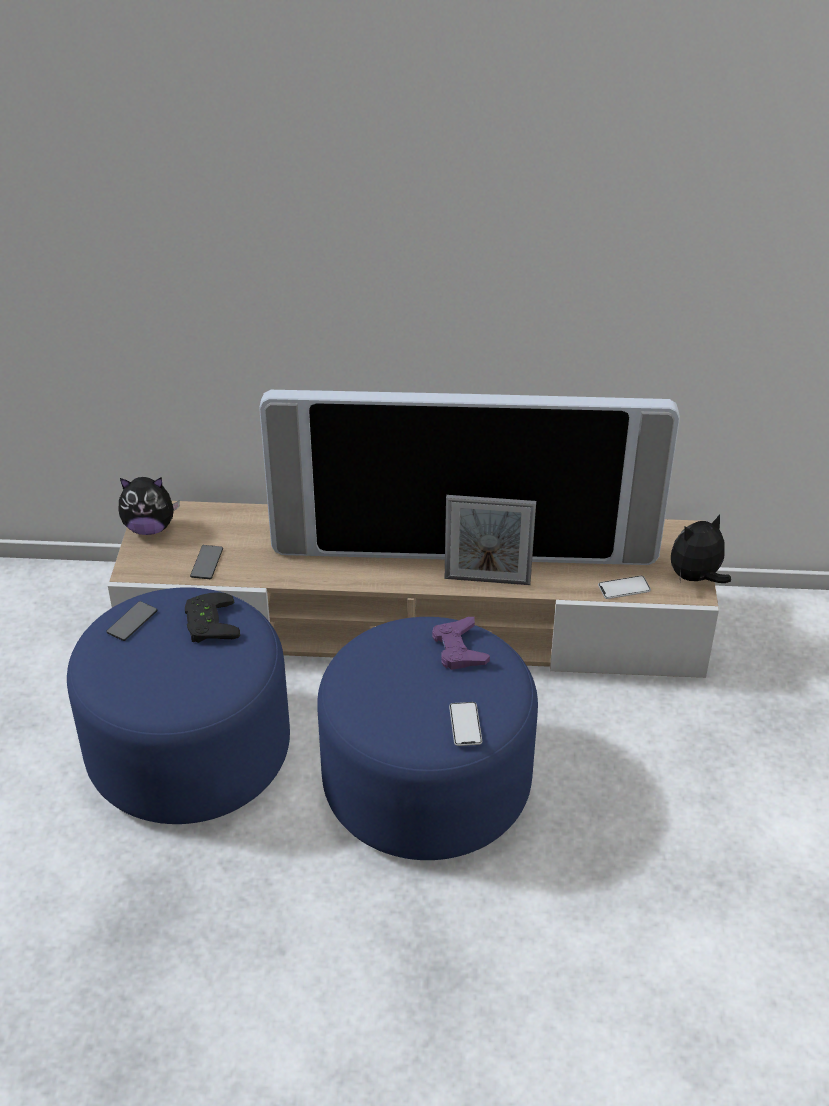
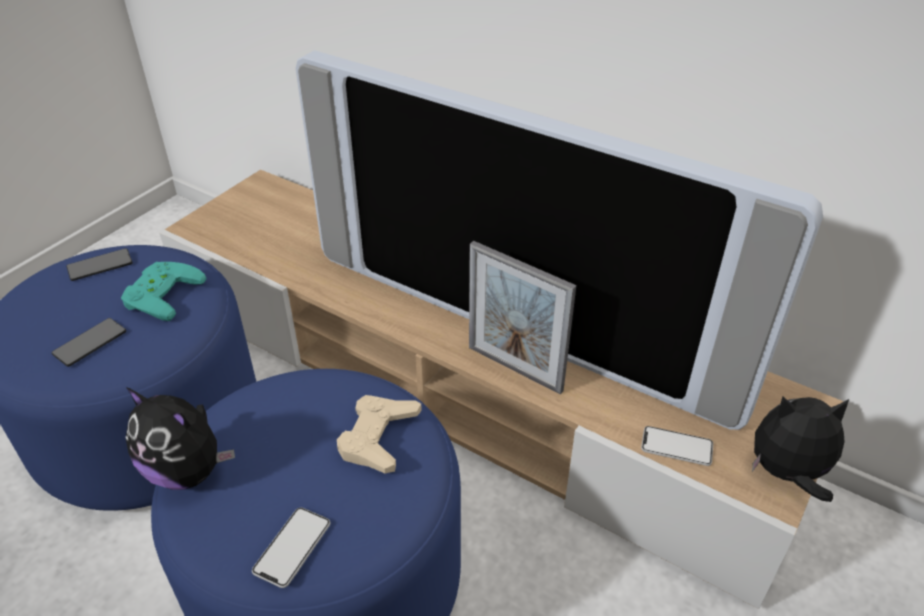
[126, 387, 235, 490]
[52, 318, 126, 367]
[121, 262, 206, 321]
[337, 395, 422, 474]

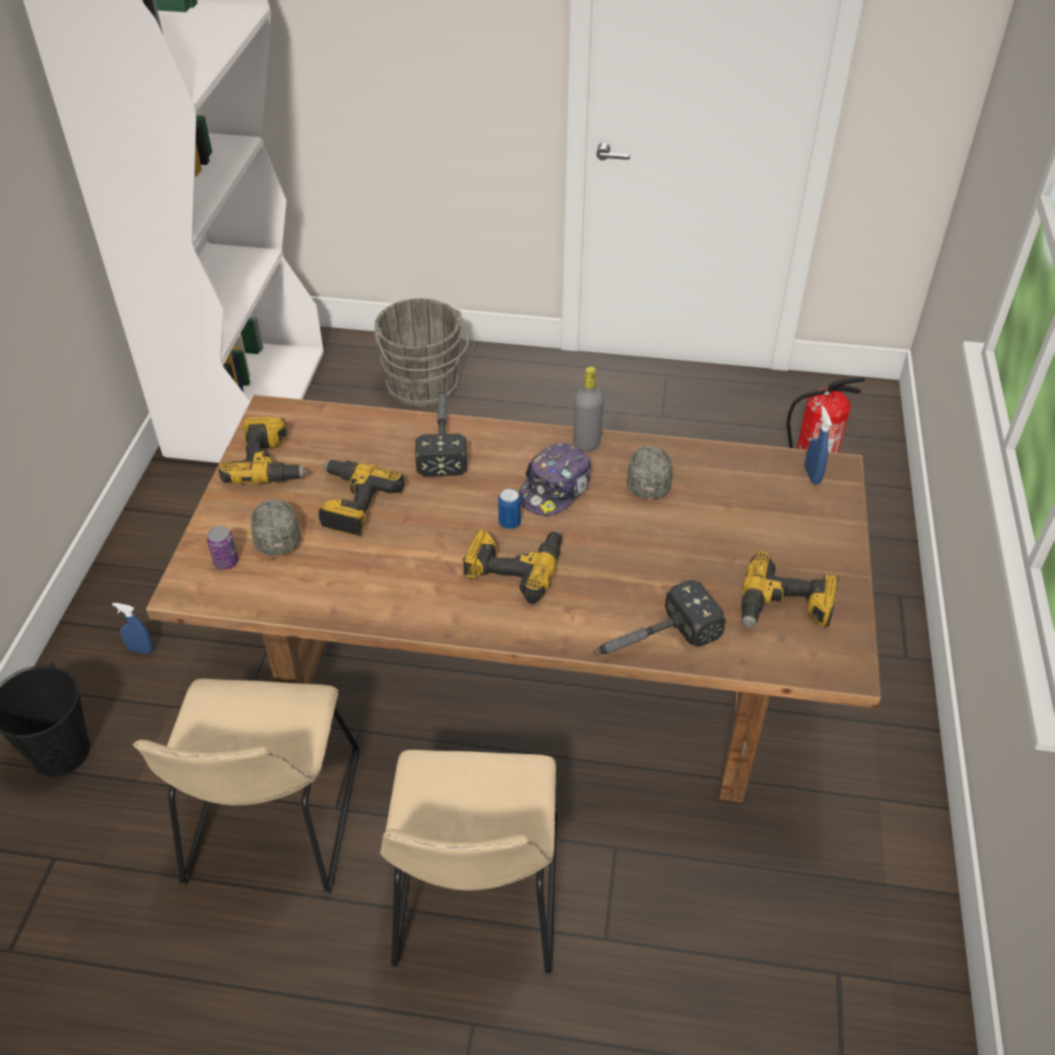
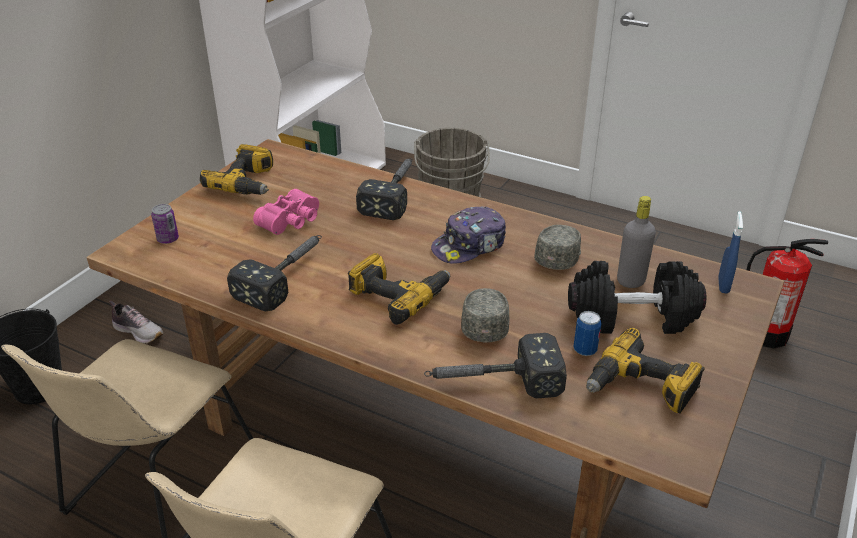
[617, 196, 656, 288]
[253, 189, 319, 235]
[573, 311, 602, 356]
[461, 288, 510, 342]
[109, 301, 163, 344]
[227, 235, 322, 312]
[568, 261, 707, 334]

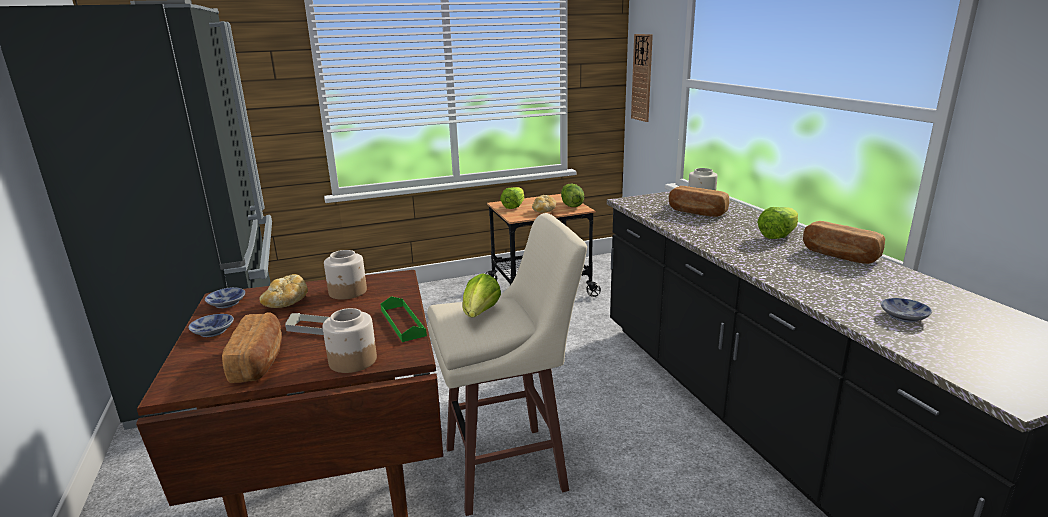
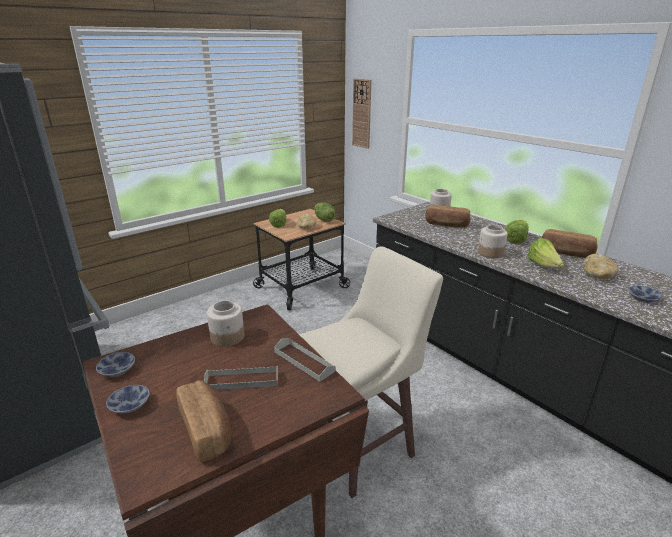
[528, 238, 565, 268]
[583, 254, 619, 279]
[274, 338, 335, 382]
[478, 225, 508, 258]

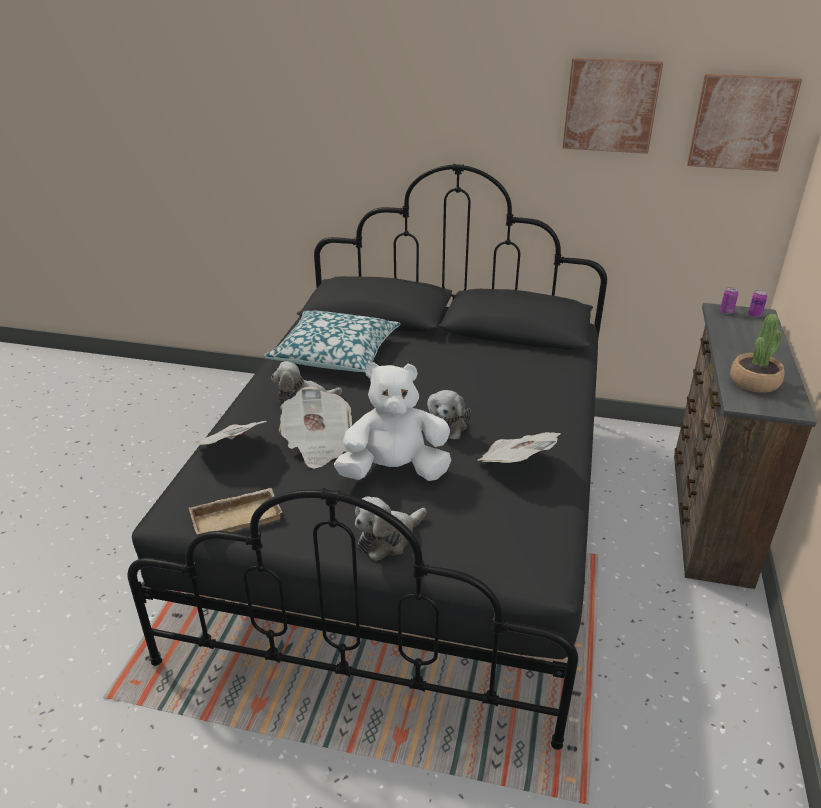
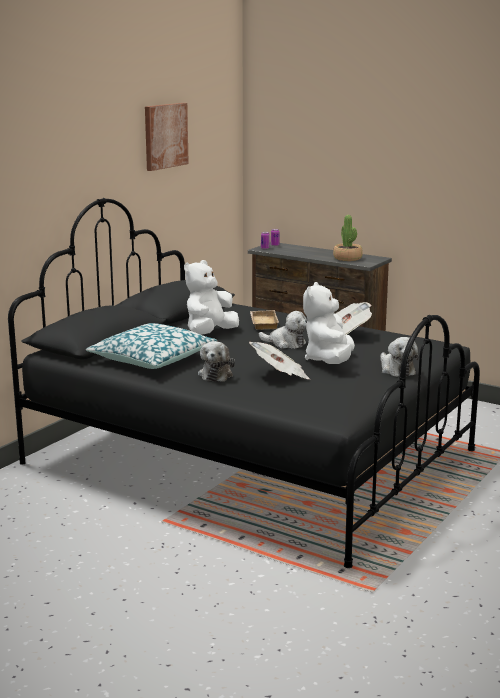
[687, 74, 802, 172] (first image)
[195, 421, 266, 445] (first image)
[250, 310, 279, 330]
[184, 260, 239, 335]

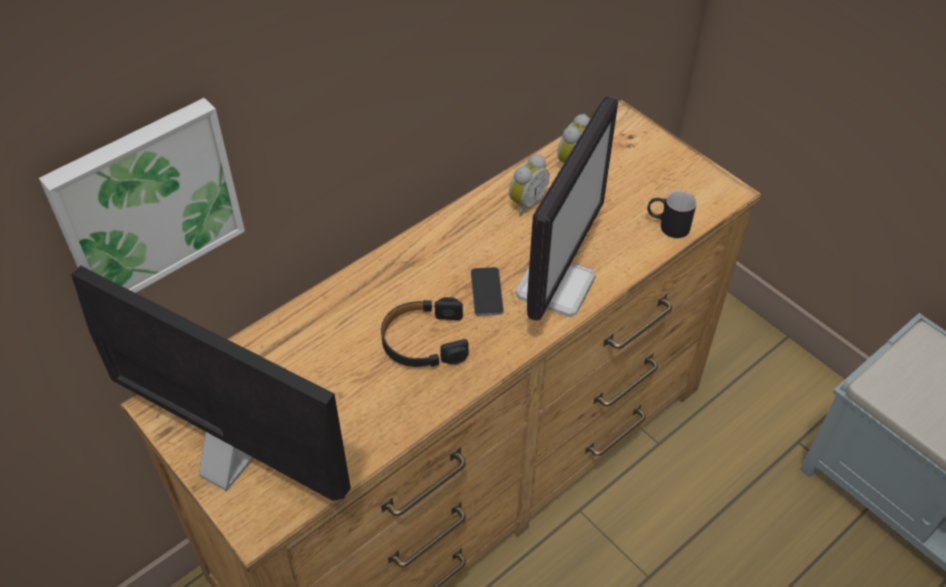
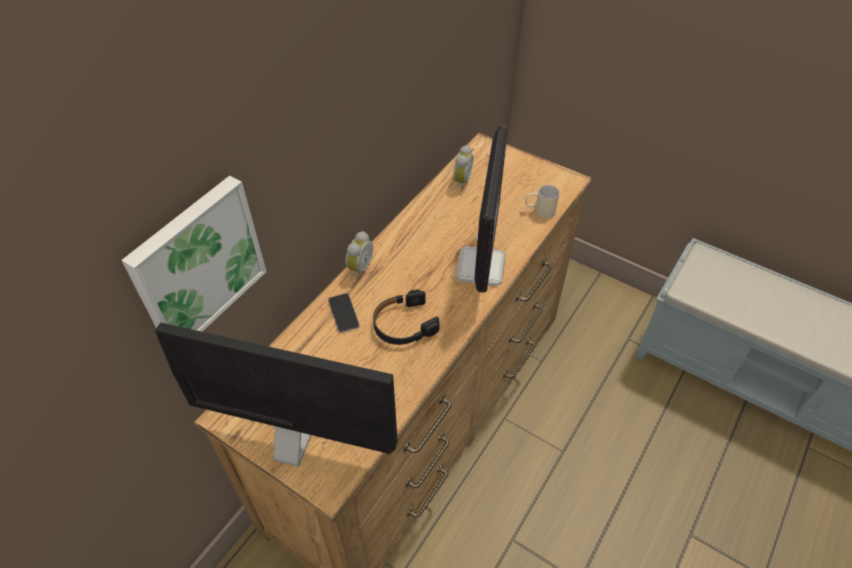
[345, 231, 373, 279]
[525, 185, 560, 218]
[328, 293, 359, 332]

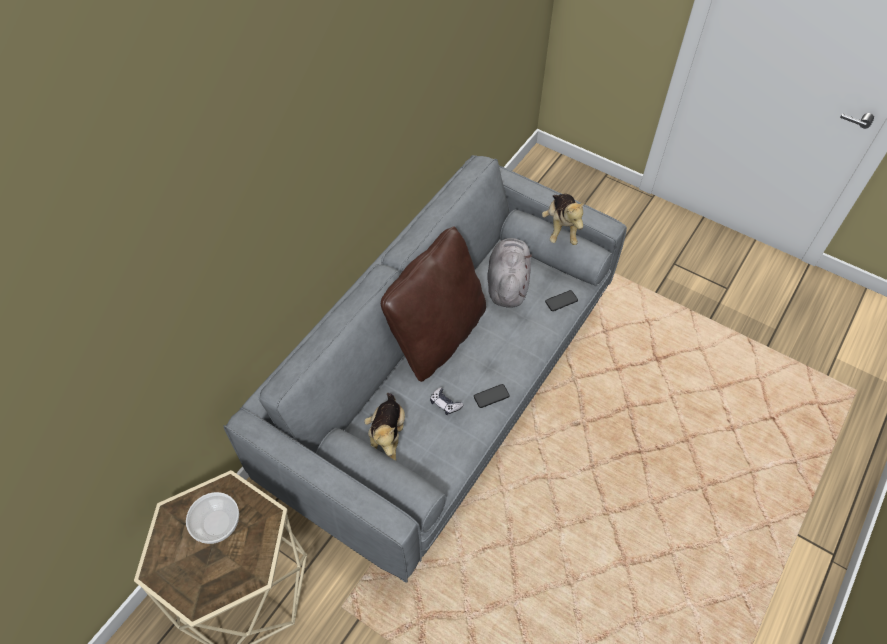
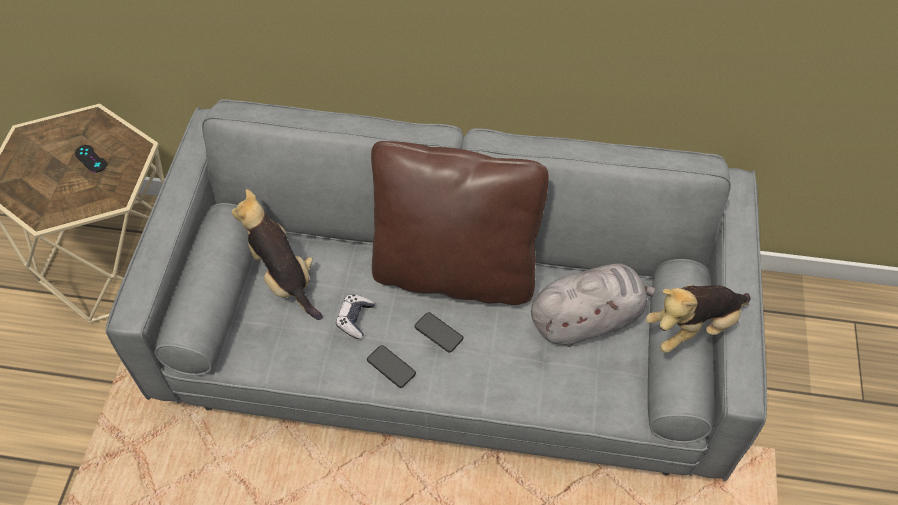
[415, 312, 464, 353]
[232, 189, 323, 320]
[75, 145, 107, 173]

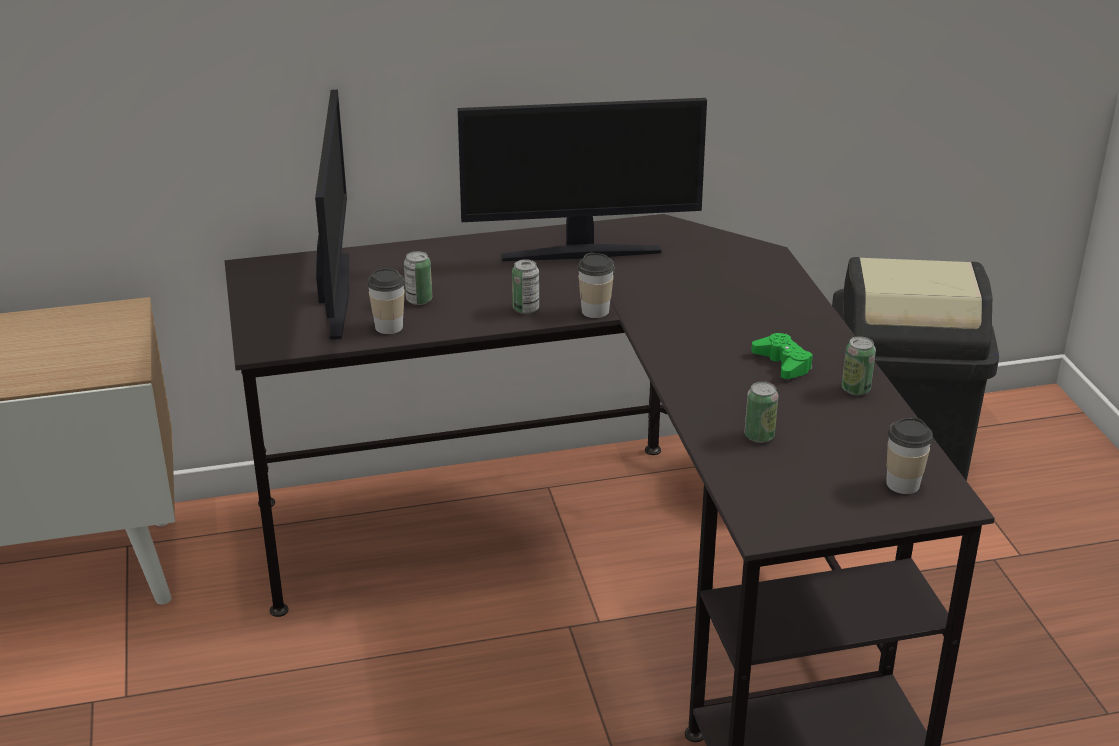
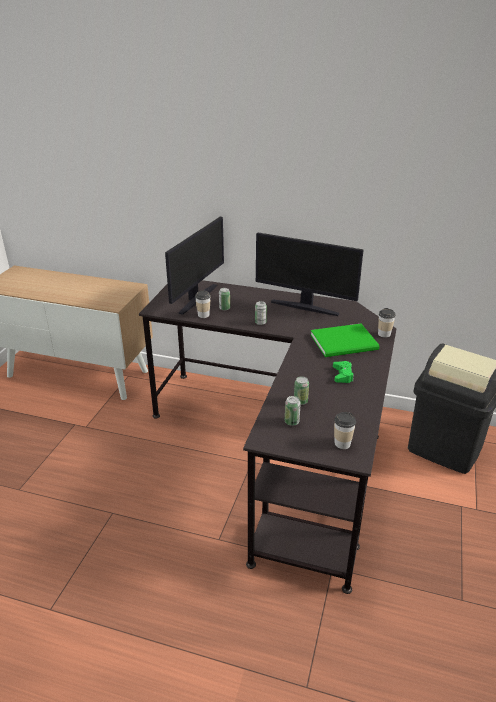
[378, 308, 396, 338]
[285, 396, 301, 426]
[310, 324, 379, 357]

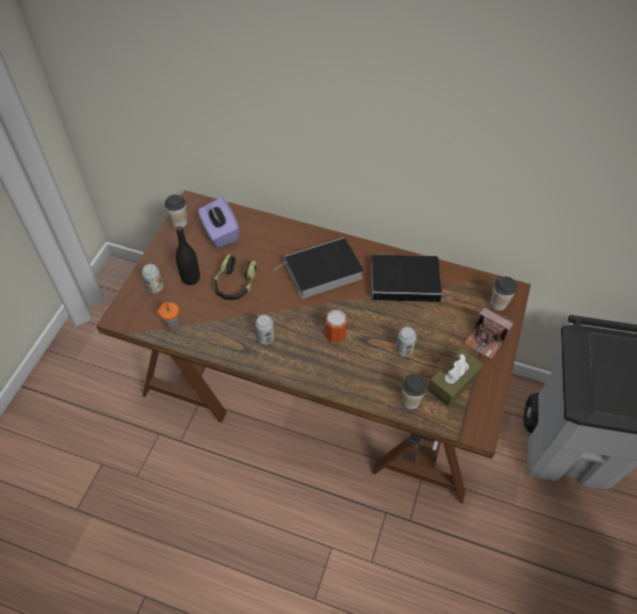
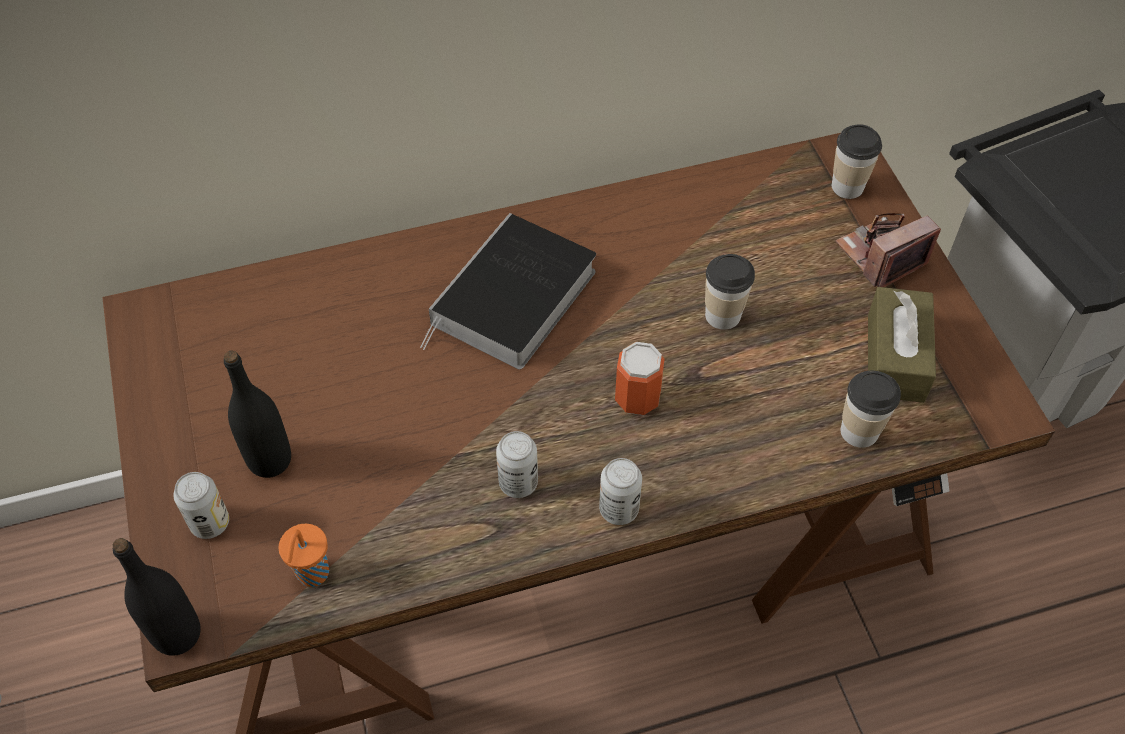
[705, 254, 755, 330]
[198, 197, 240, 248] (first image)
[214, 254, 257, 300] (first image)
[371, 254, 453, 302] (first image)
[835, 213, 941, 287]
[599, 458, 642, 525]
[113, 538, 201, 656]

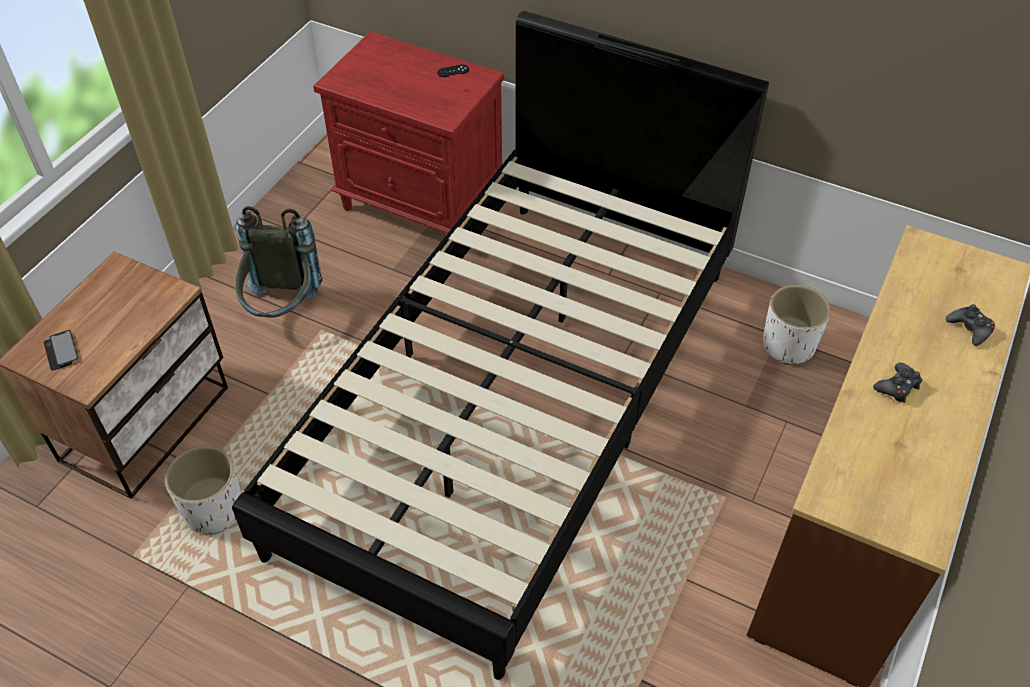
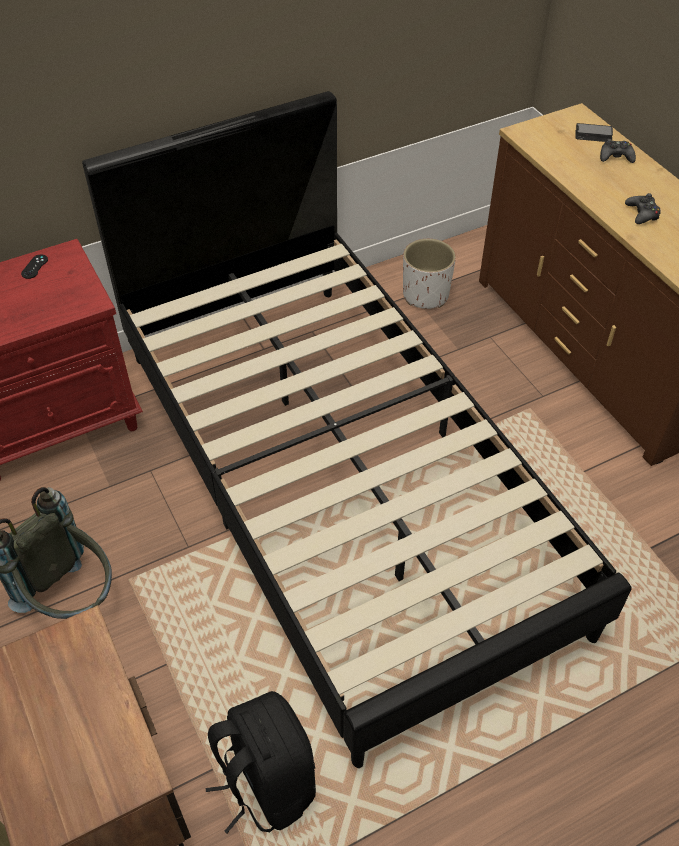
[576, 123, 613, 142]
[206, 691, 316, 833]

